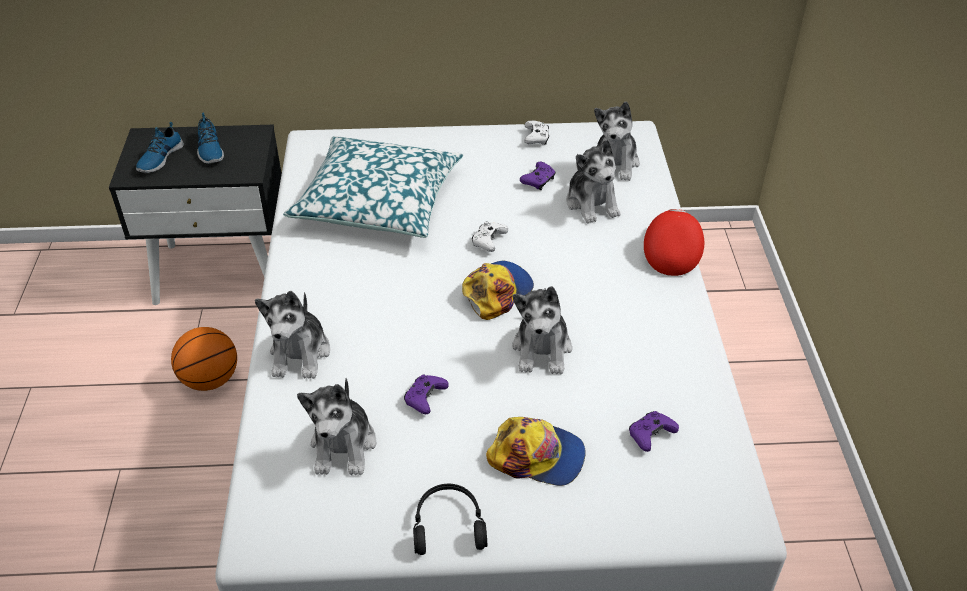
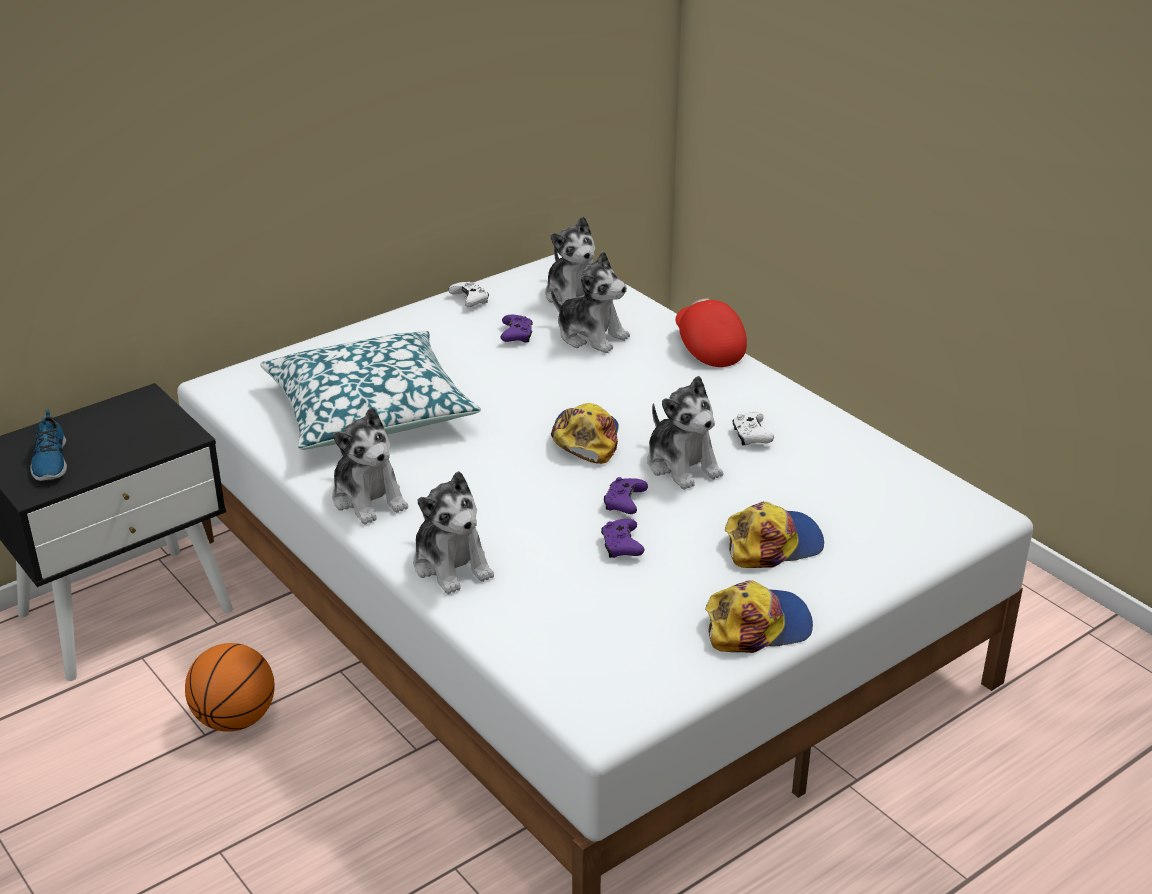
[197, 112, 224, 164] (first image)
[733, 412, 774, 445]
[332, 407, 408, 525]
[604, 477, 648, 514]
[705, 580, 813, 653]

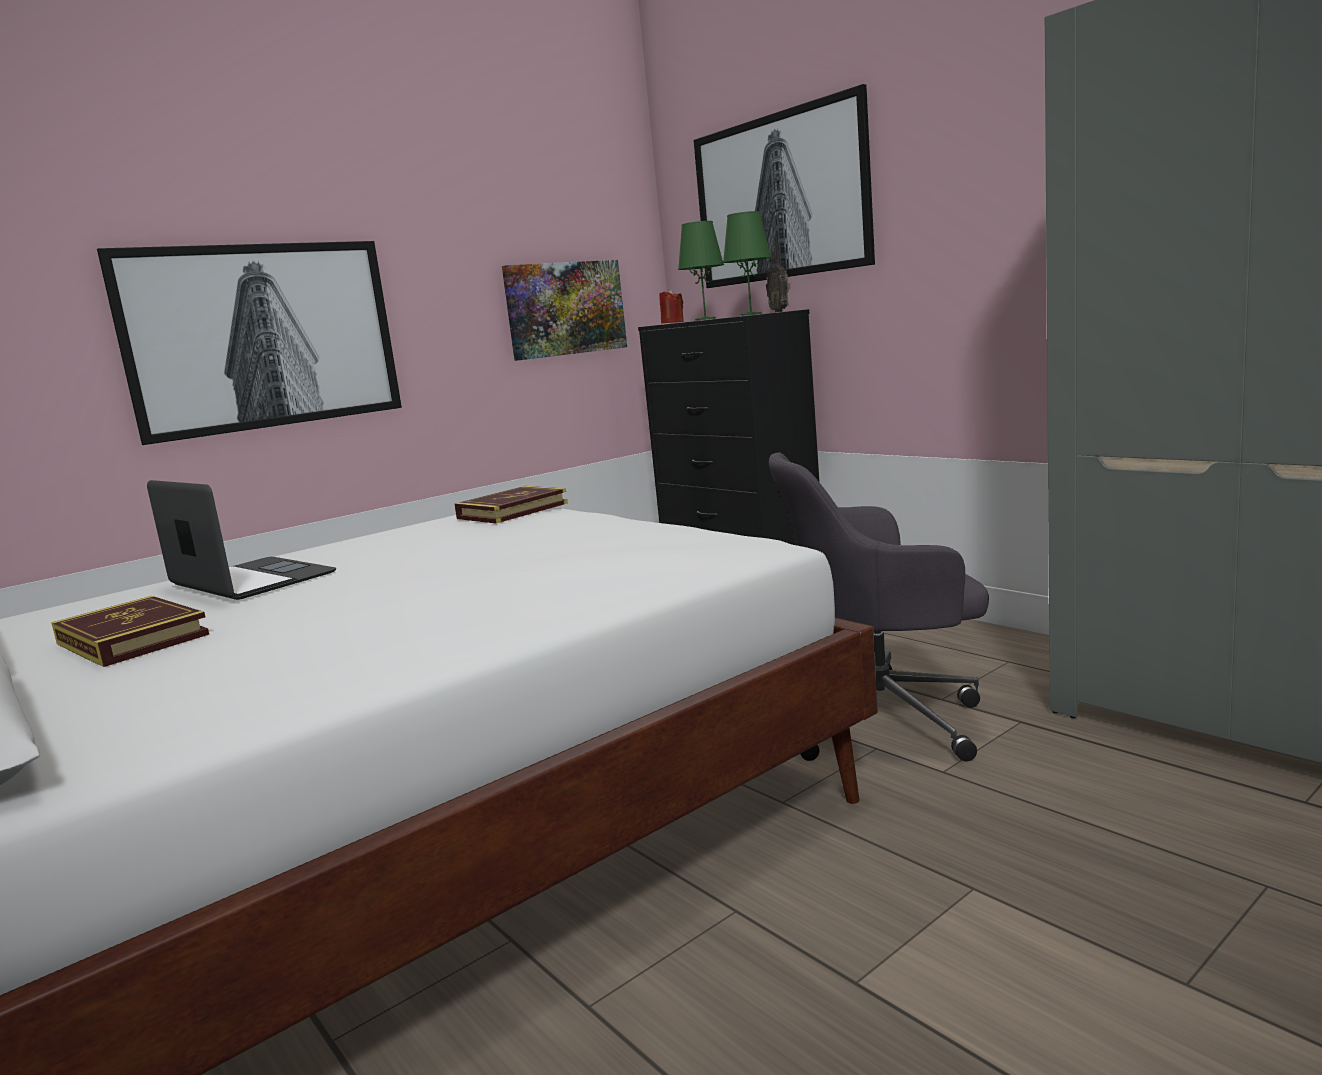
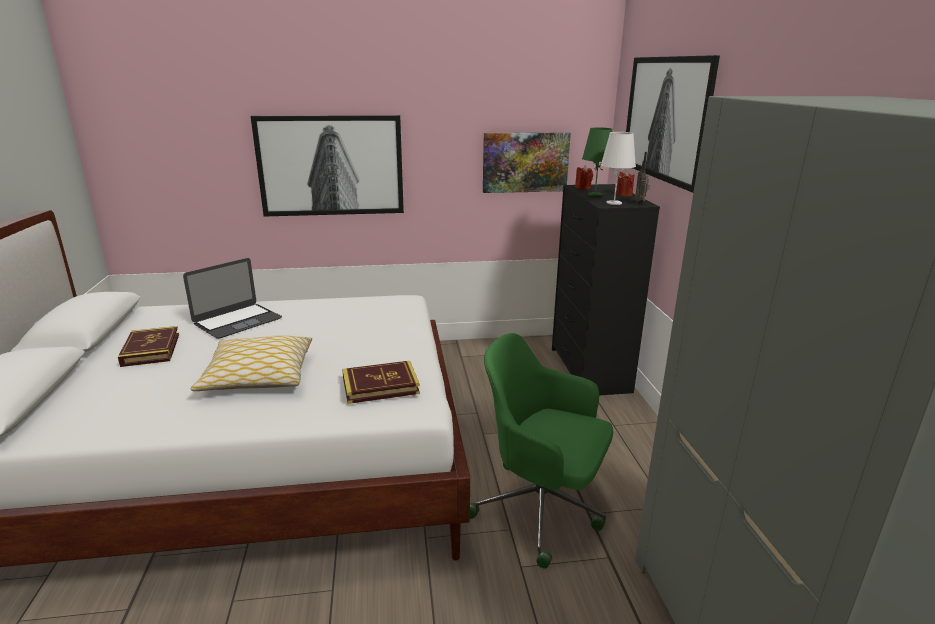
[601, 132, 636, 205]
[470, 333, 613, 568]
[183, 258, 282, 339]
[342, 361, 420, 404]
[616, 171, 634, 196]
[191, 335, 312, 391]

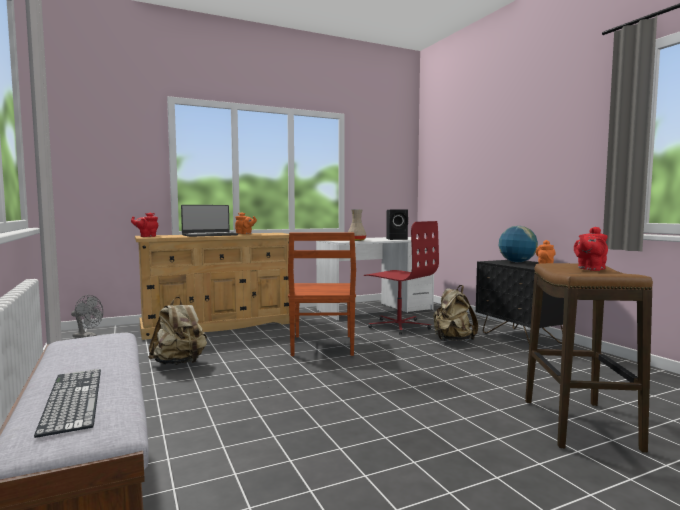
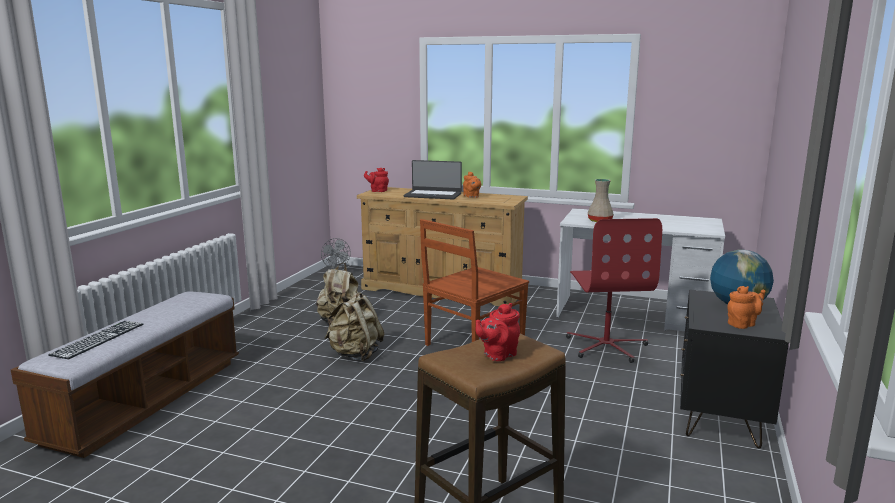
[386, 210, 408, 240] (first image)
[476, 303, 520, 361]
[324, 292, 384, 362]

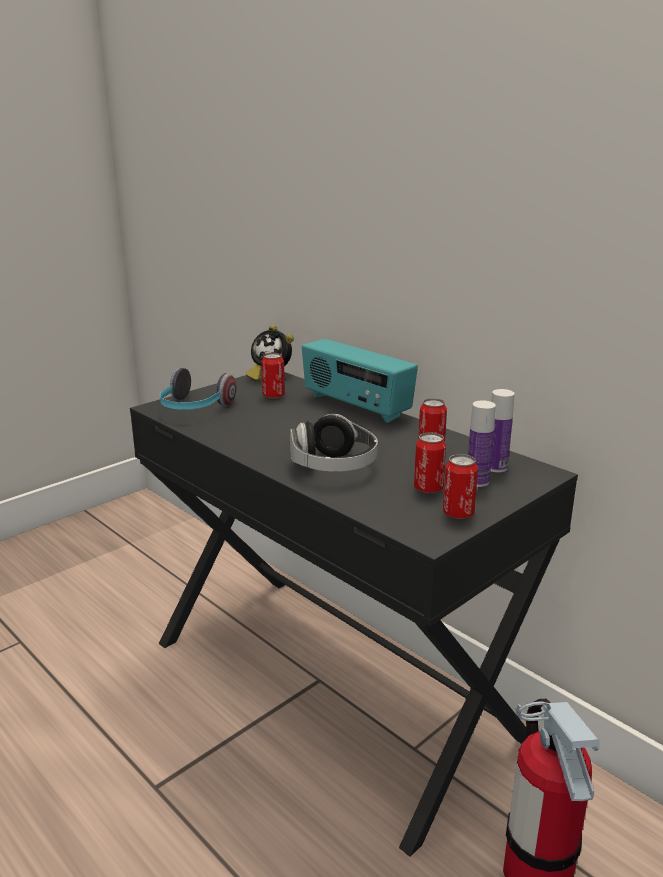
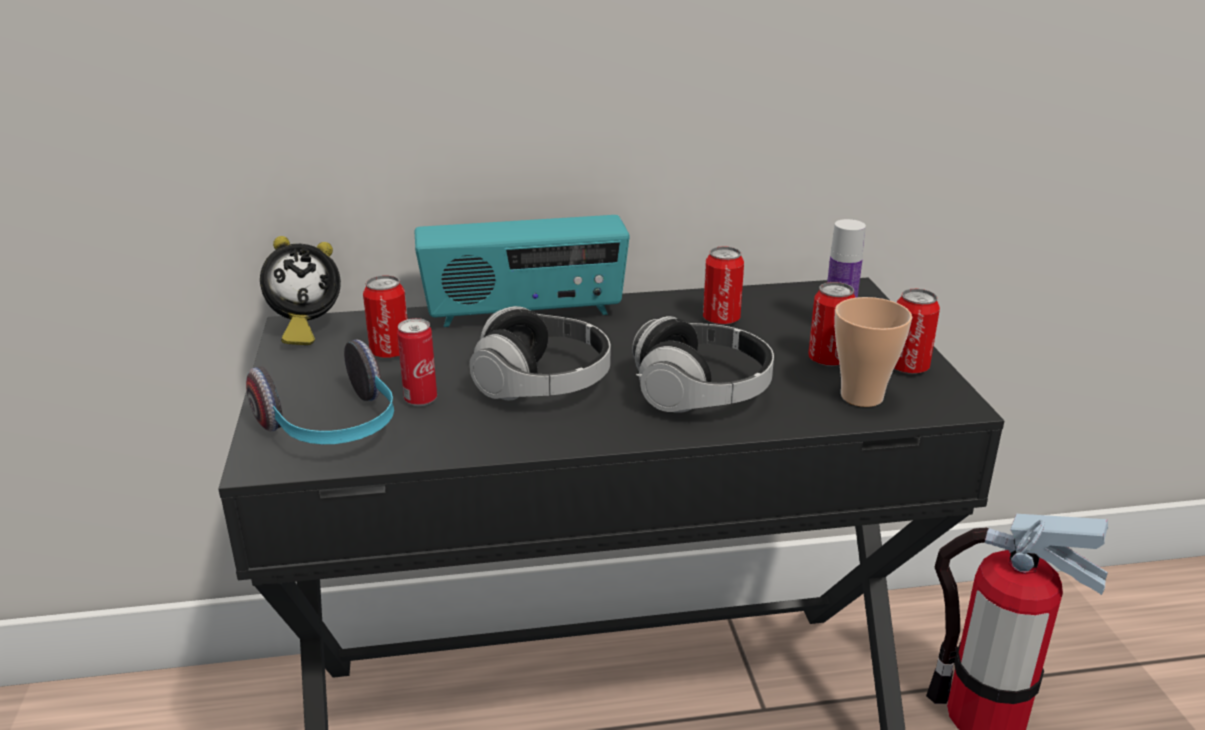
[490, 389, 515, 472] (first image)
[834, 297, 912, 407]
[469, 306, 610, 401]
[397, 318, 437, 406]

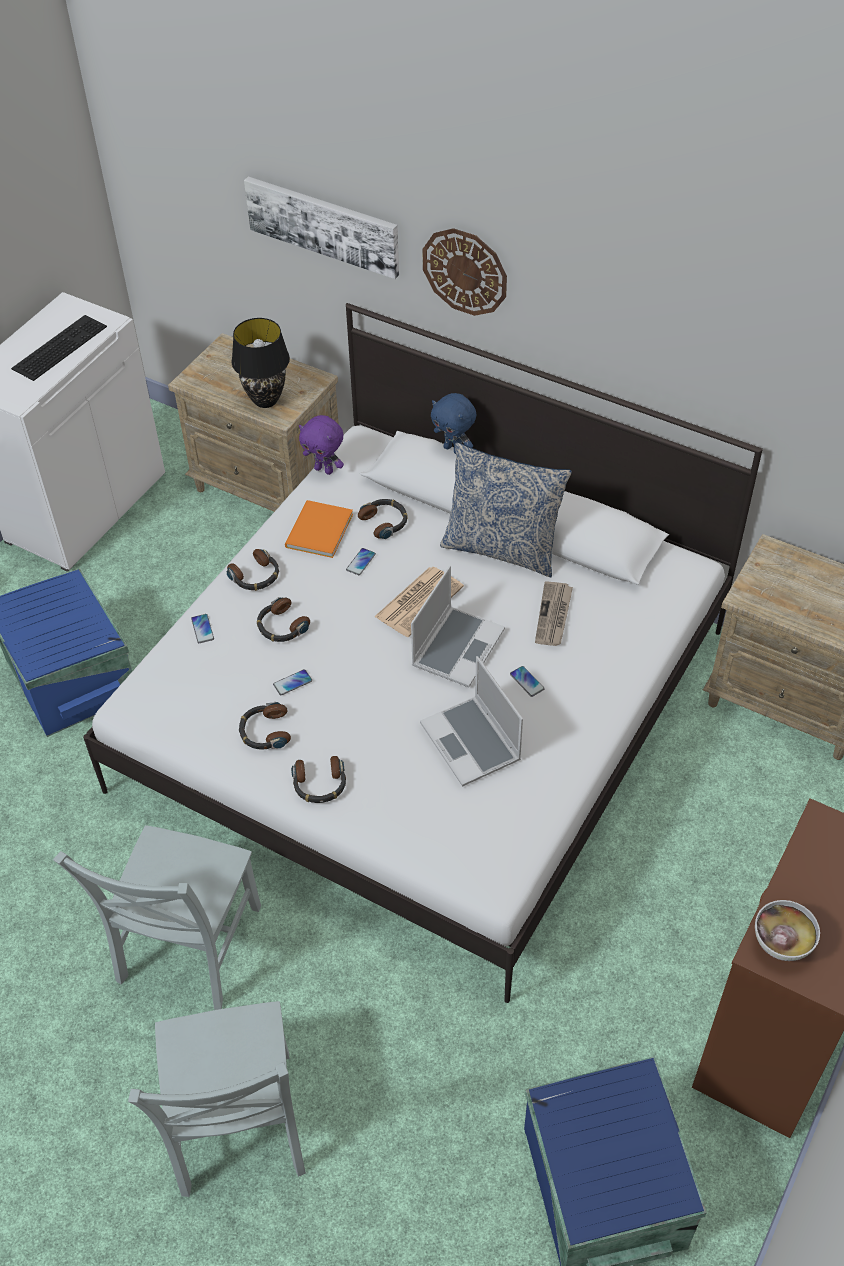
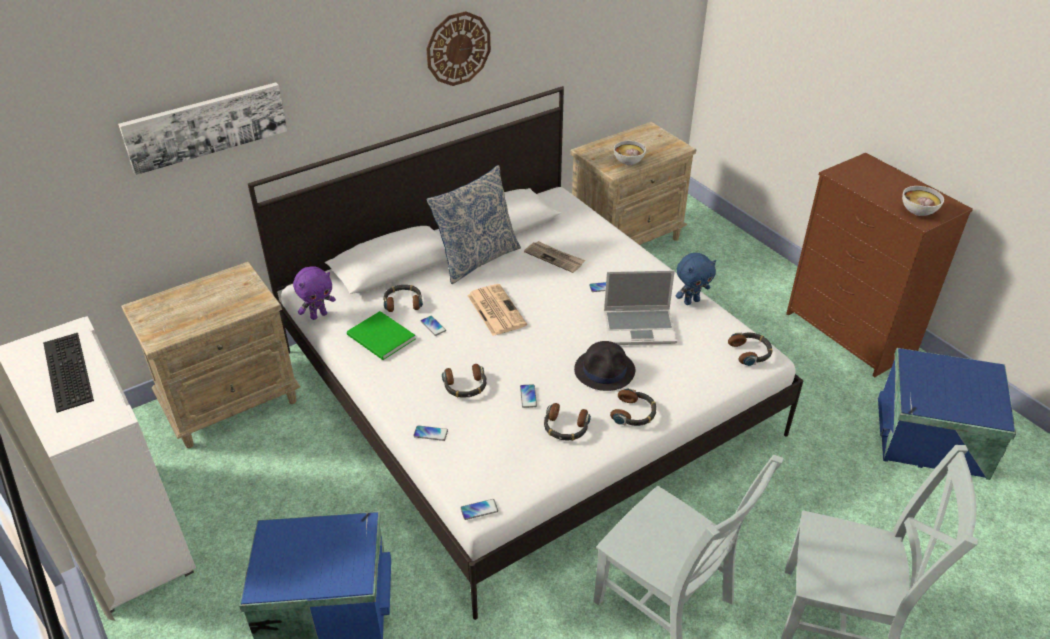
[426, 11, 491, 86]
[232, 318, 290, 408] (first image)
[676, 253, 716, 305]
[347, 311, 416, 360]
[728, 332, 773, 366]
[411, 565, 505, 687] (first image)
[614, 141, 646, 165]
[574, 341, 635, 391]
[461, 499, 498, 520]

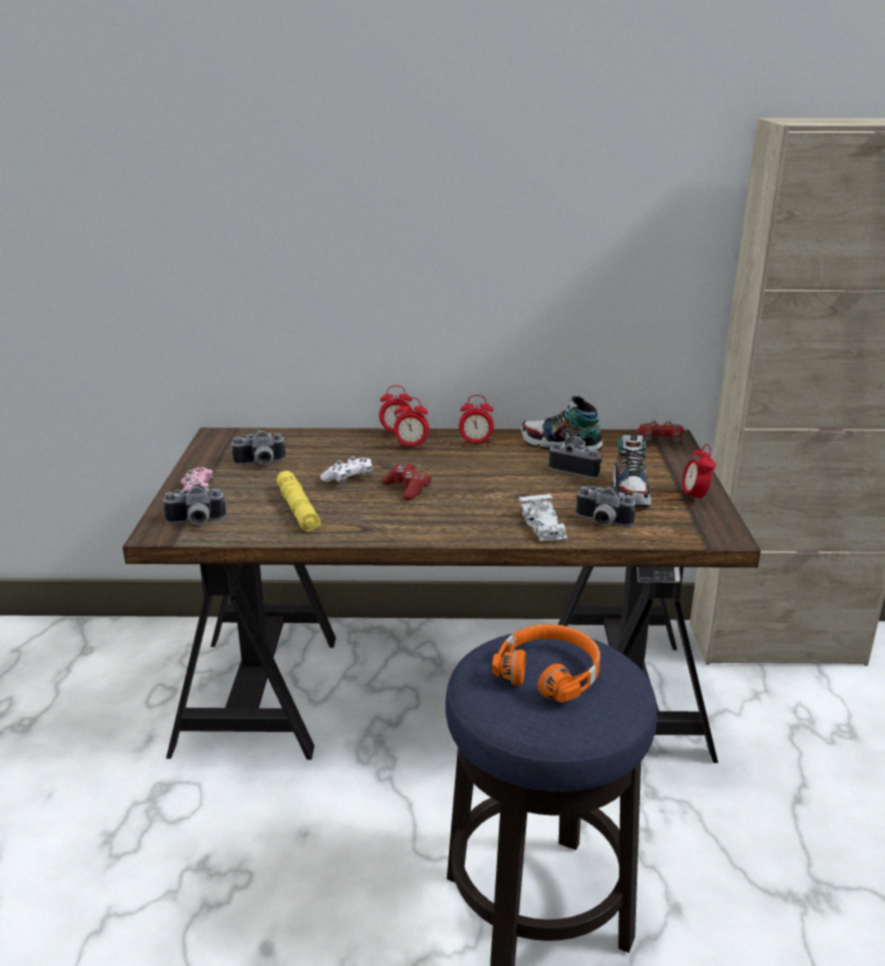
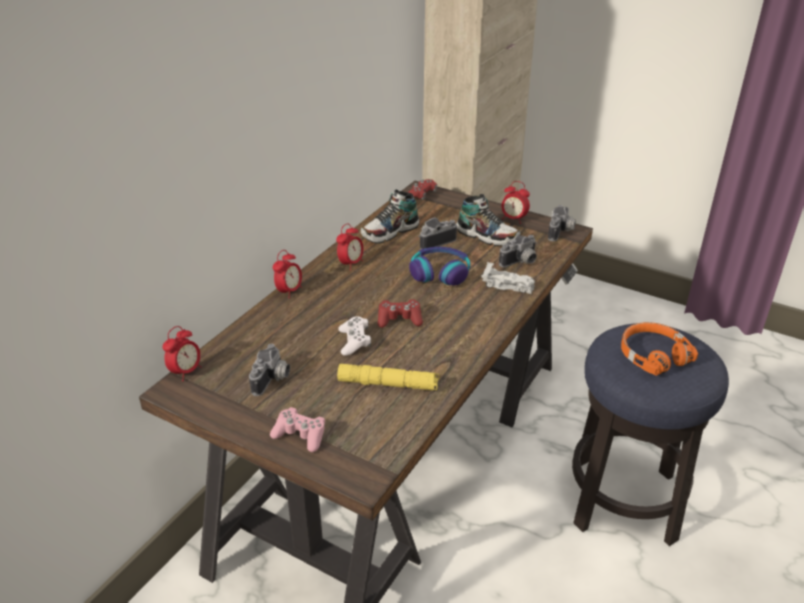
[163, 326, 201, 381]
[548, 205, 576, 241]
[409, 247, 470, 285]

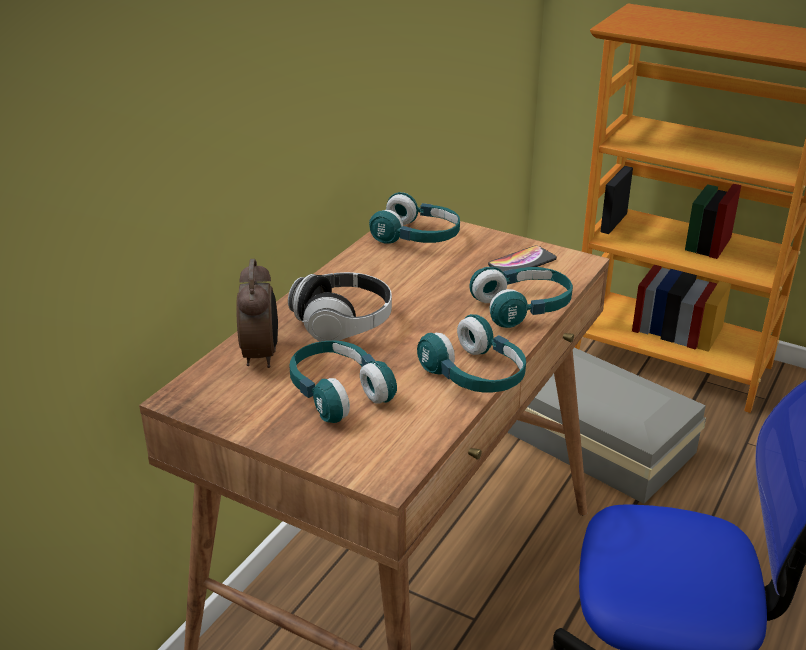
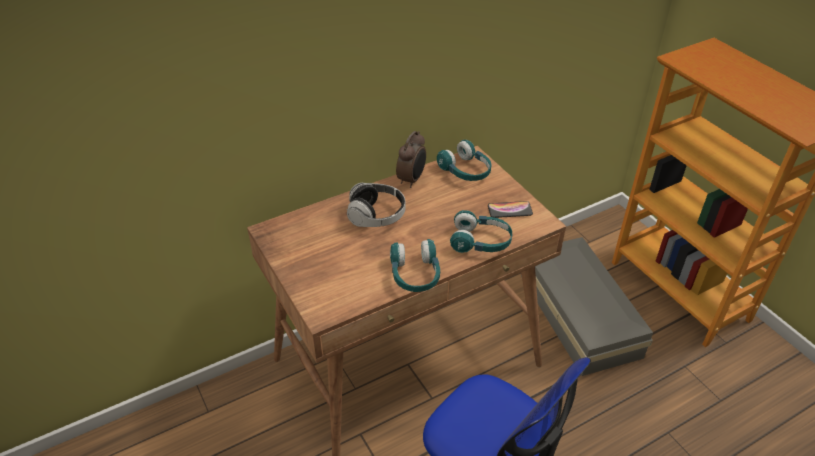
[396, 131, 426, 188]
[289, 341, 397, 423] (first image)

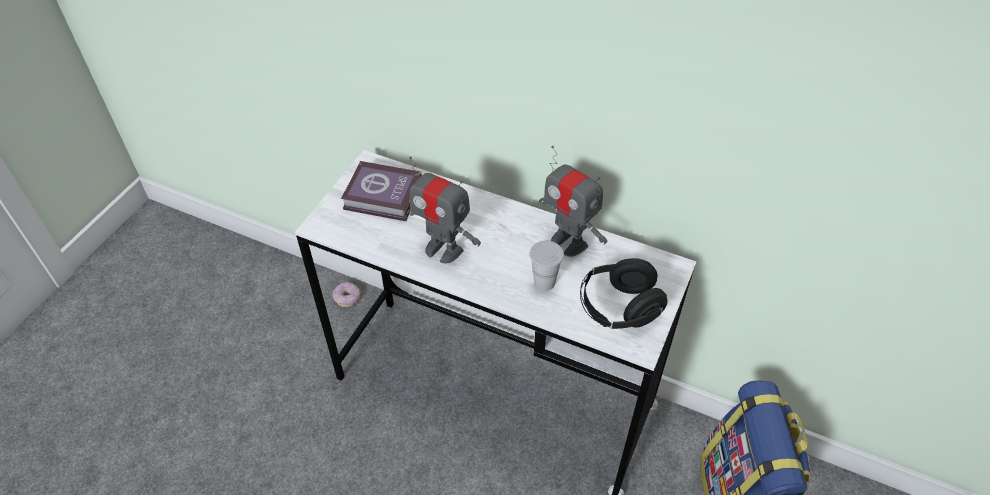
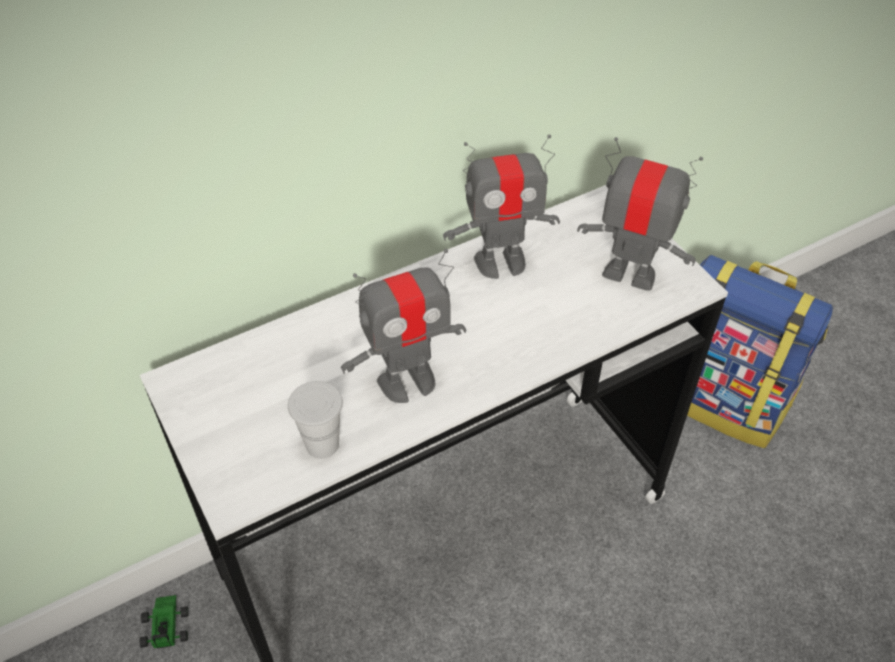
[341, 161, 422, 221] (first image)
[288, 381, 343, 459]
[577, 137, 703, 291]
[140, 595, 189, 648]

